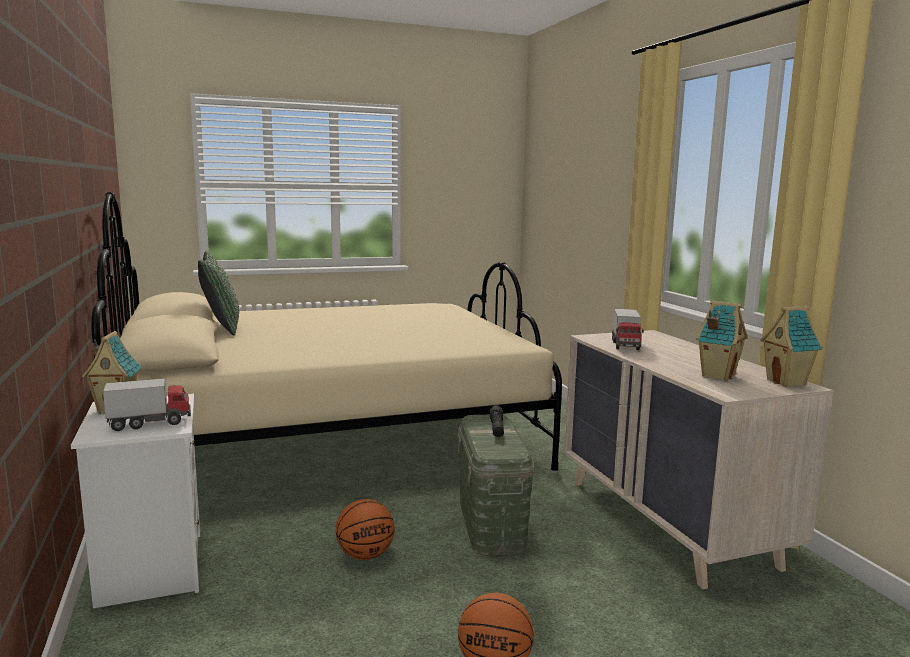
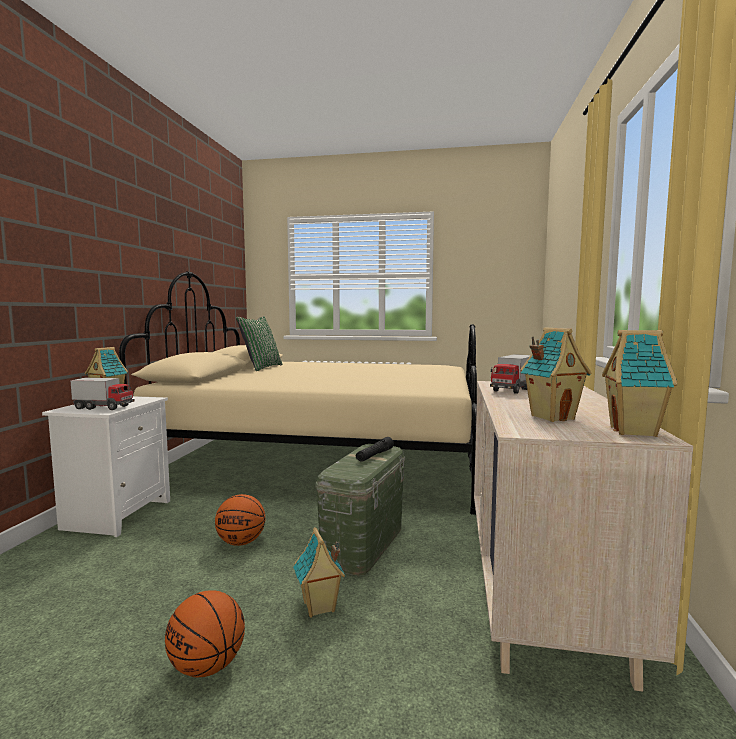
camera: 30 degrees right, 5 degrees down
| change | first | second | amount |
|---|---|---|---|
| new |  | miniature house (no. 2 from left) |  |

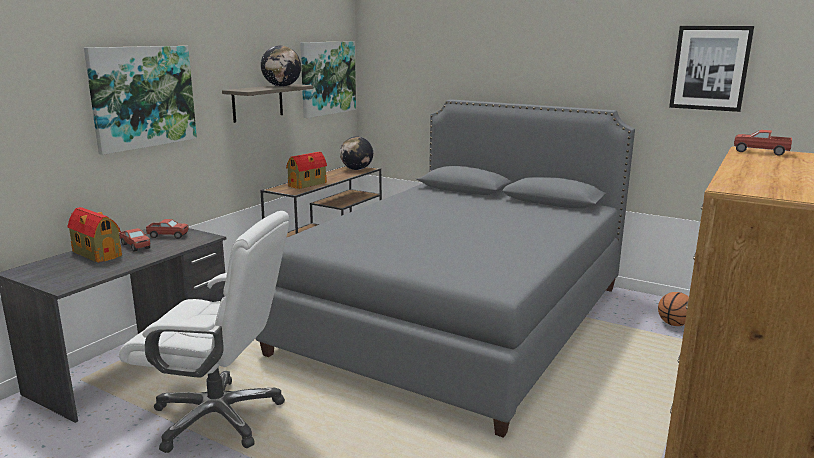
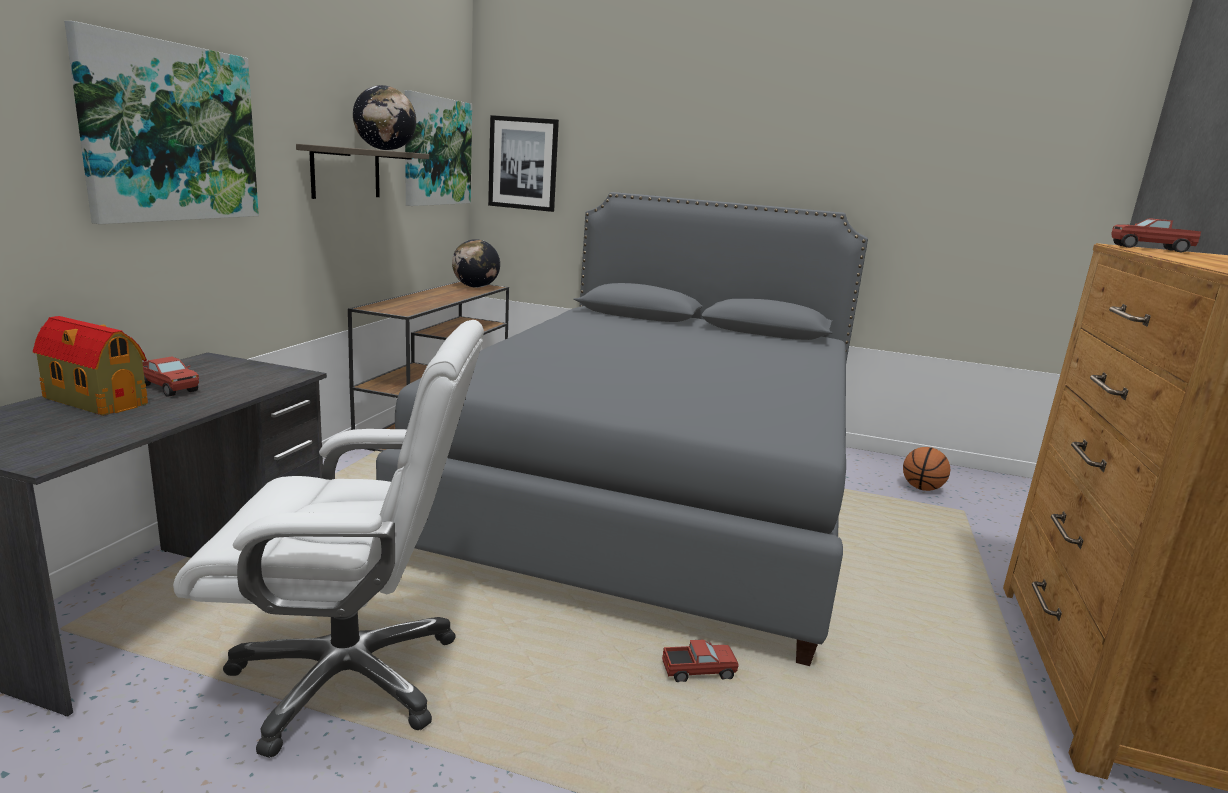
camera: 15 degrees left, 0 degrees up
| change | first | second | amount |
|---|---|---|---|
| shifted | wall art (no. 3 from left) |  |  |
| shifted | toy lorry (no. 2 from left) |  |  |
| gone | miniature house (no. 2 from left) |  |  |

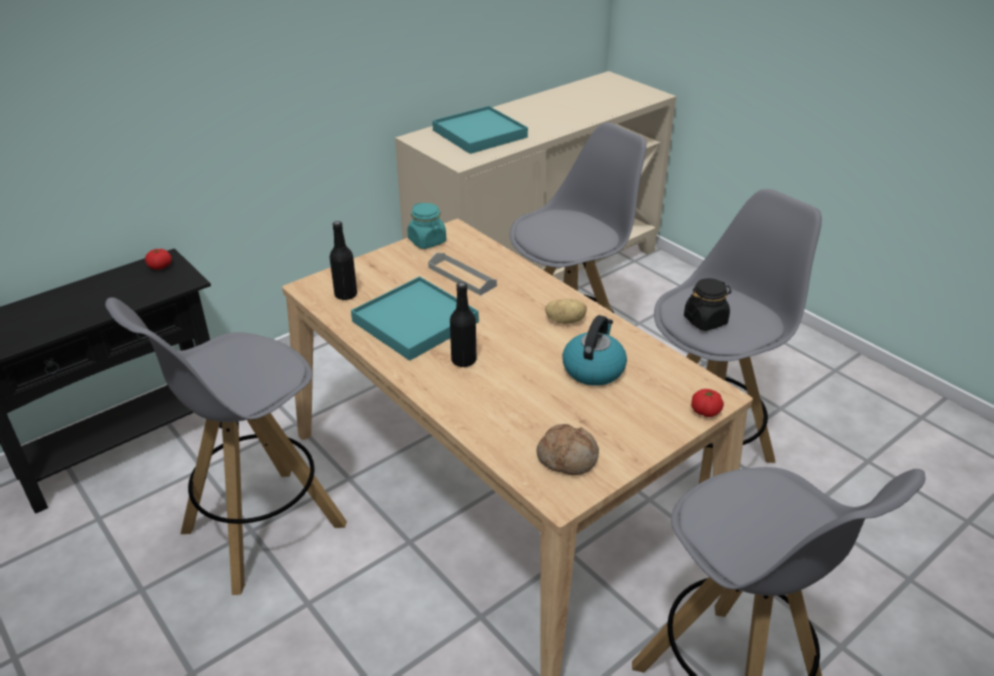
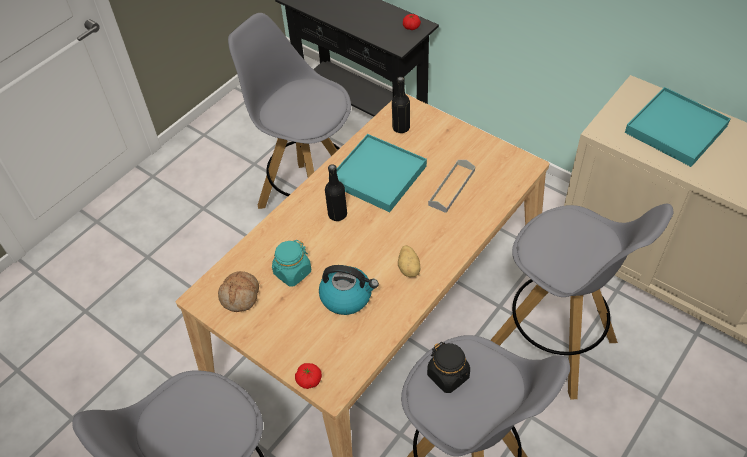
camera: 80 degrees right, 15 degrees up
| change | first | second | amount |
|---|---|---|---|
| shifted | turquoise-coloured storage jar |  |  |

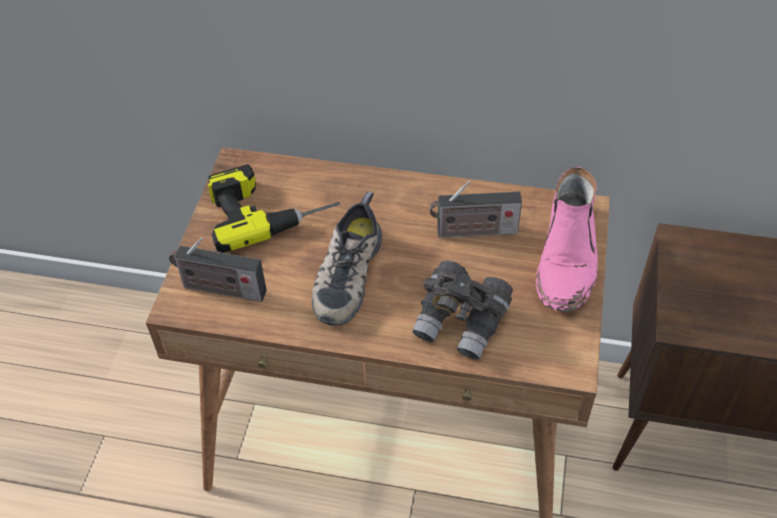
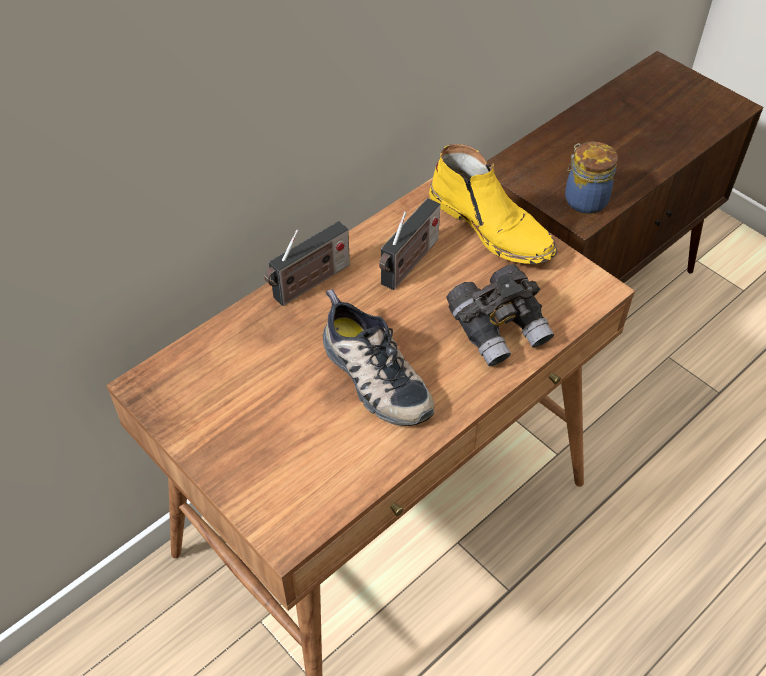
camera: 55 degrees left, 0 degrees up
| change | first | second | amount |
|---|---|---|---|
| shifted | radio (no. 1 from left) |  |  |
| repainted | pink-coloured boot | yellowish boot |  |
| new |  | storage jar |  |
| gone | electric drill |  |  |

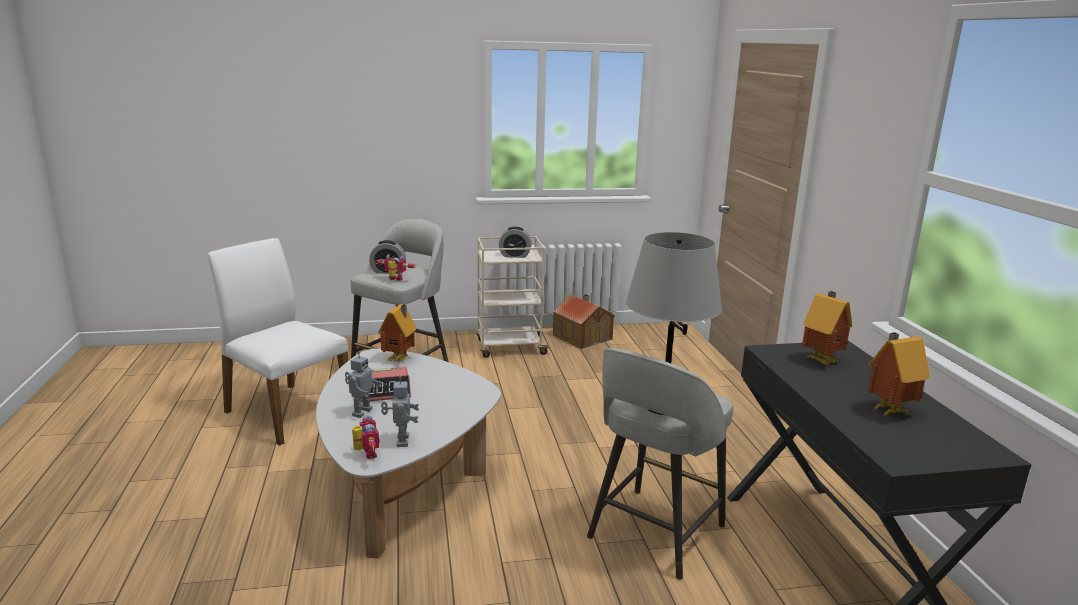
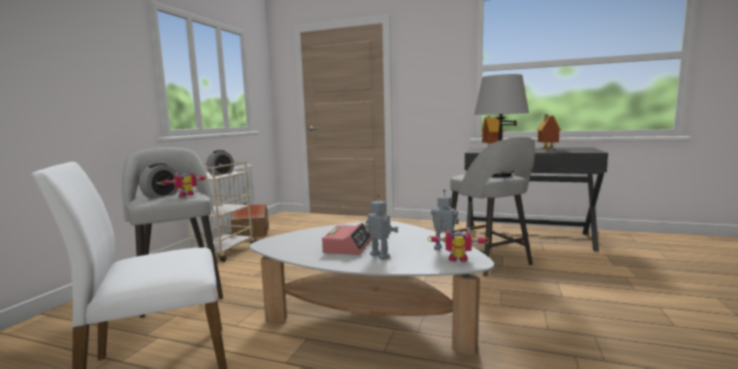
camera: 60 degrees left, 10 degrees down
| change | first | second | amount |
|---|---|---|---|
| gone | miniature house (no. 1 from left) |  |  |

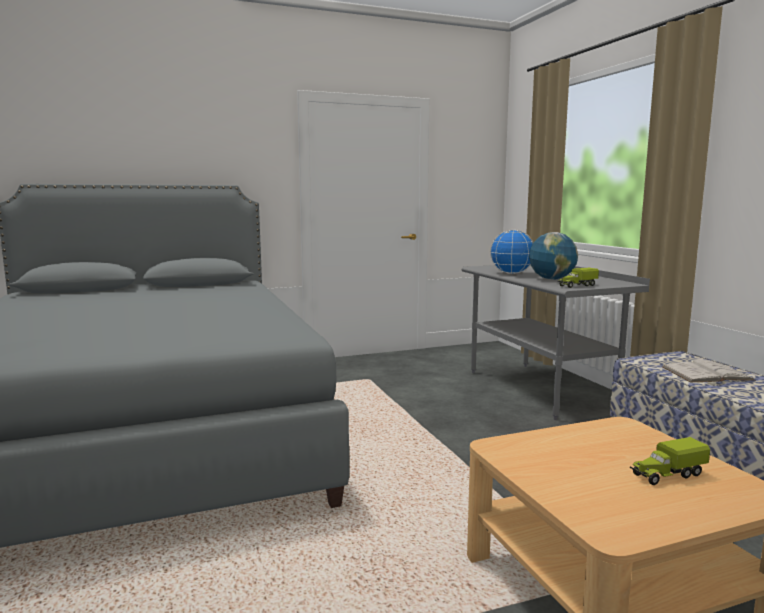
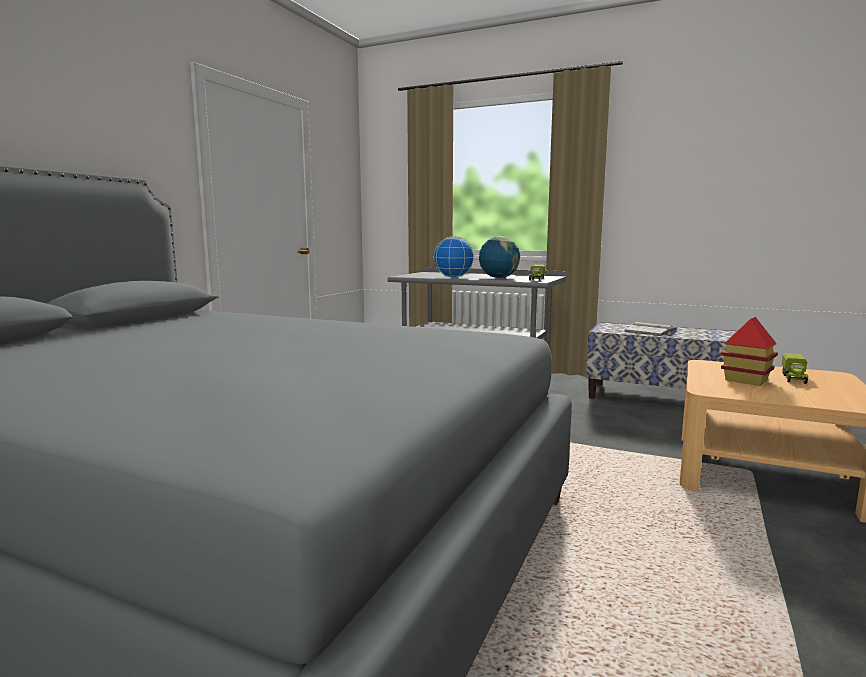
camera: 45 degrees left, 0 degrees up
| change | first | second | amount |
|---|---|---|---|
| new |  | miniature house |  |

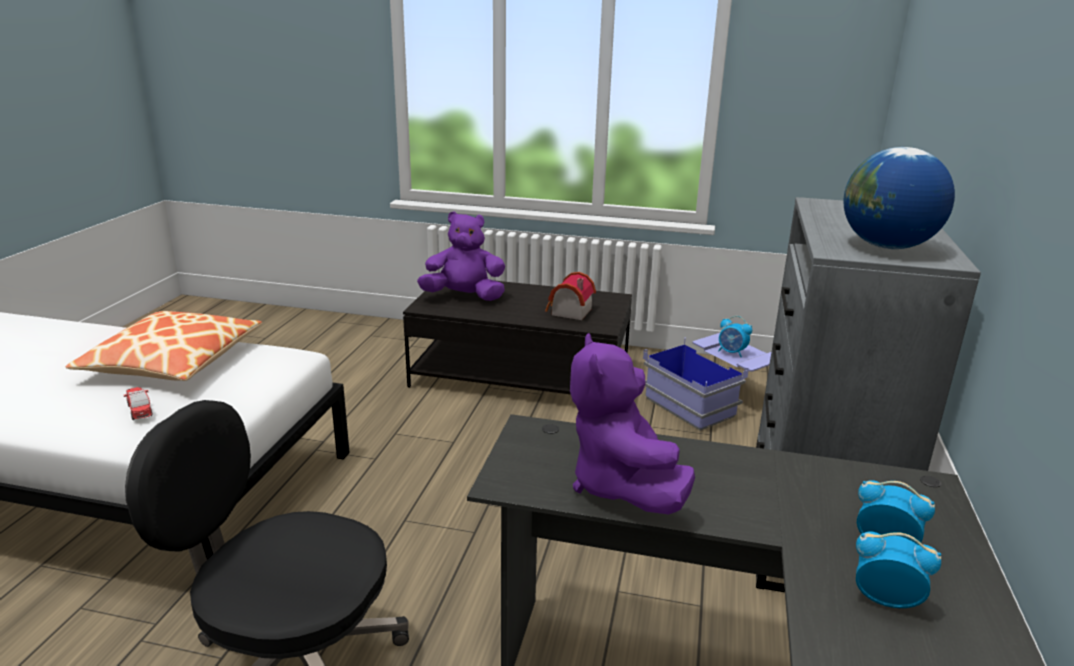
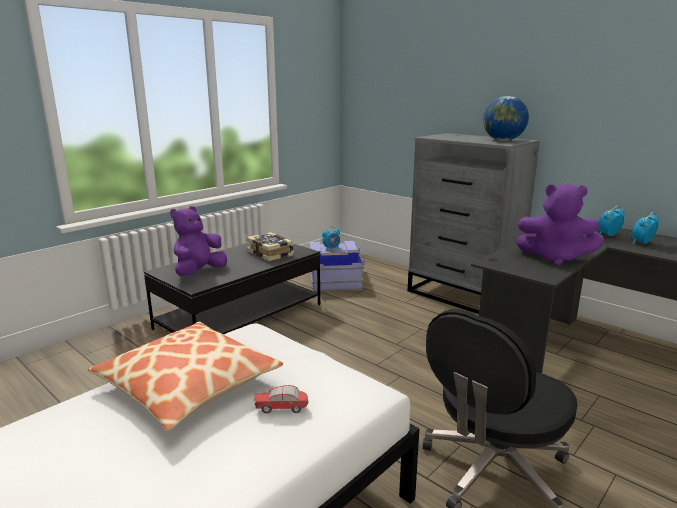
camera: 60 degrees left, 5 degrees down
| change | first | second | amount |
|---|---|---|---|
| swapped | miniature house | bound book |  |

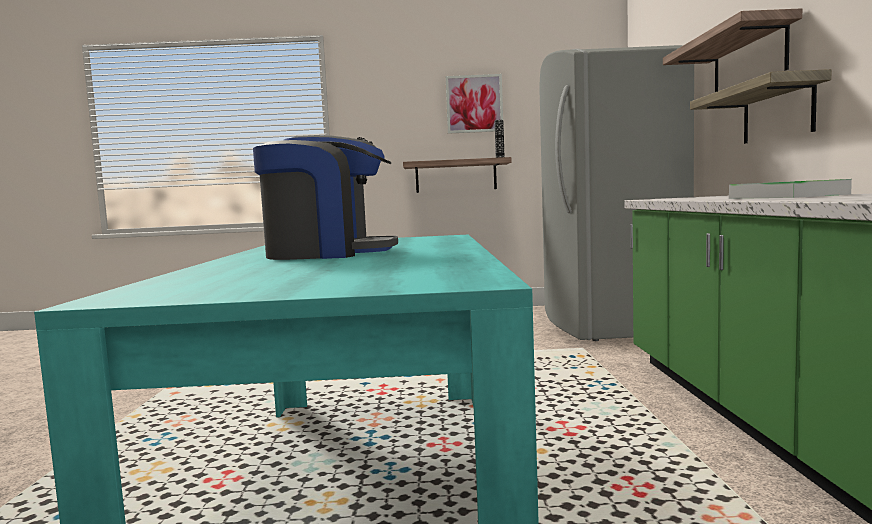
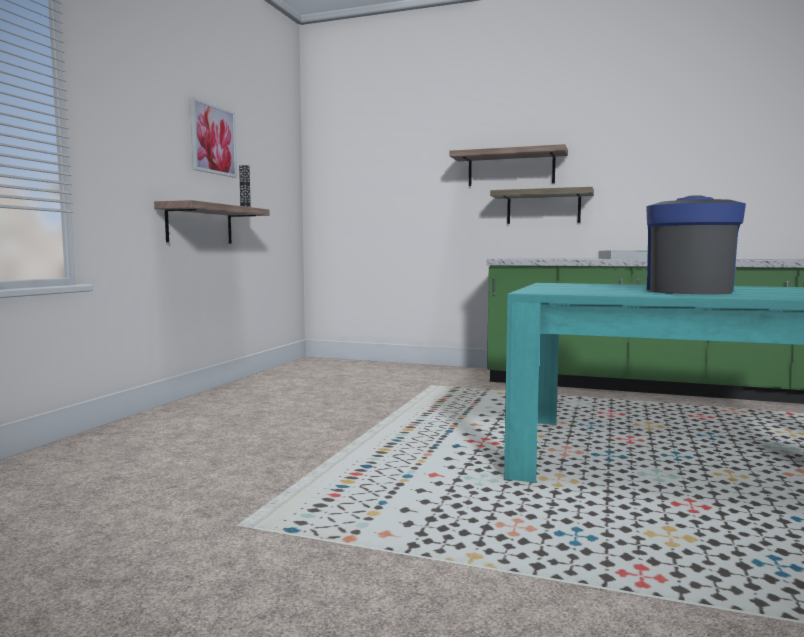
camera: 70 degrees left, 0 degrees up
| change | first | second | amount |
|---|---|---|---|
| gone | grey refrigerator |  |  |

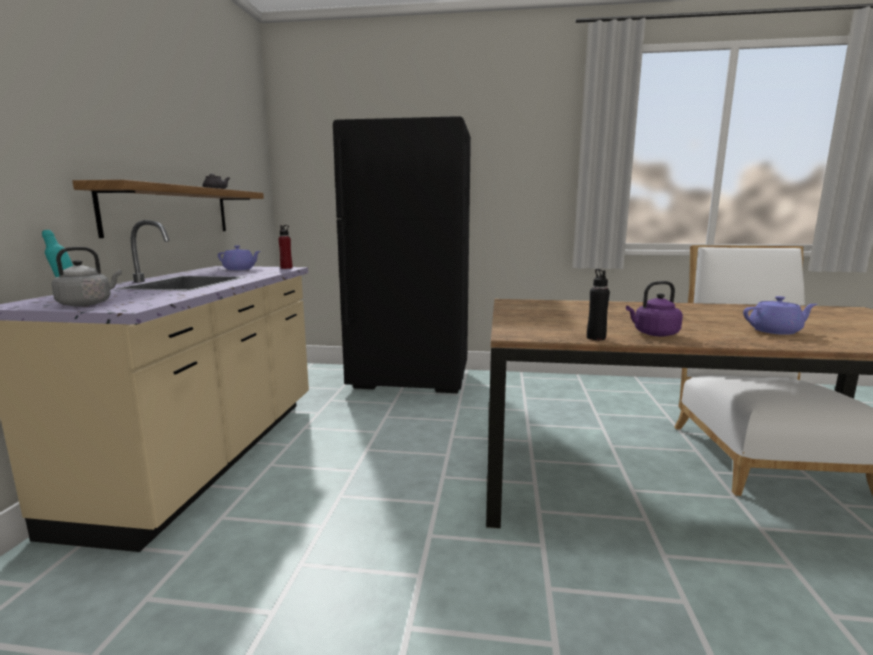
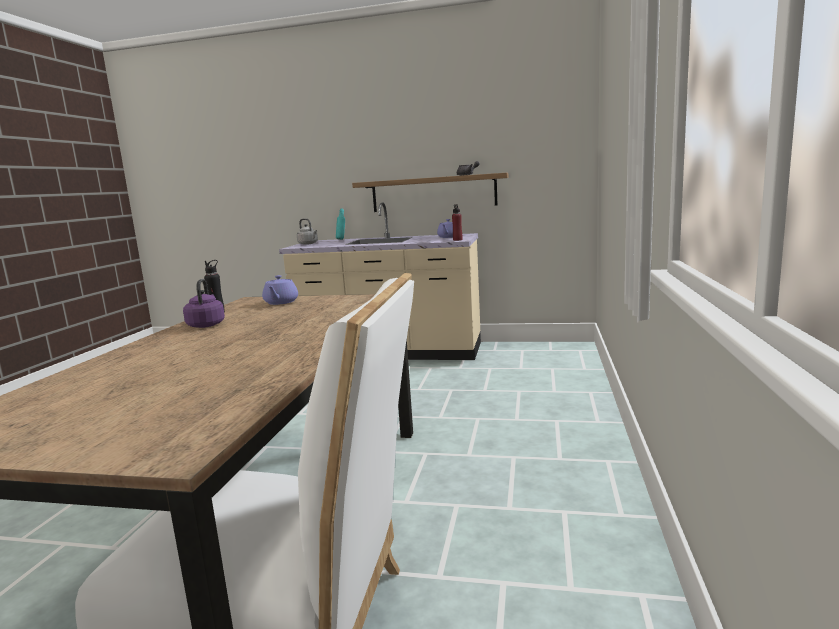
camera: 95 degrees right, 0 degrees up
| change | first | second | amount |
|---|---|---|---|
| shifted | purple-coloured pot for tea (no. 2 from left in the first image) | purple-coloured pot for tea (no. 1 from left) |  |
| gone | black-coloured refrigerator |  |  |

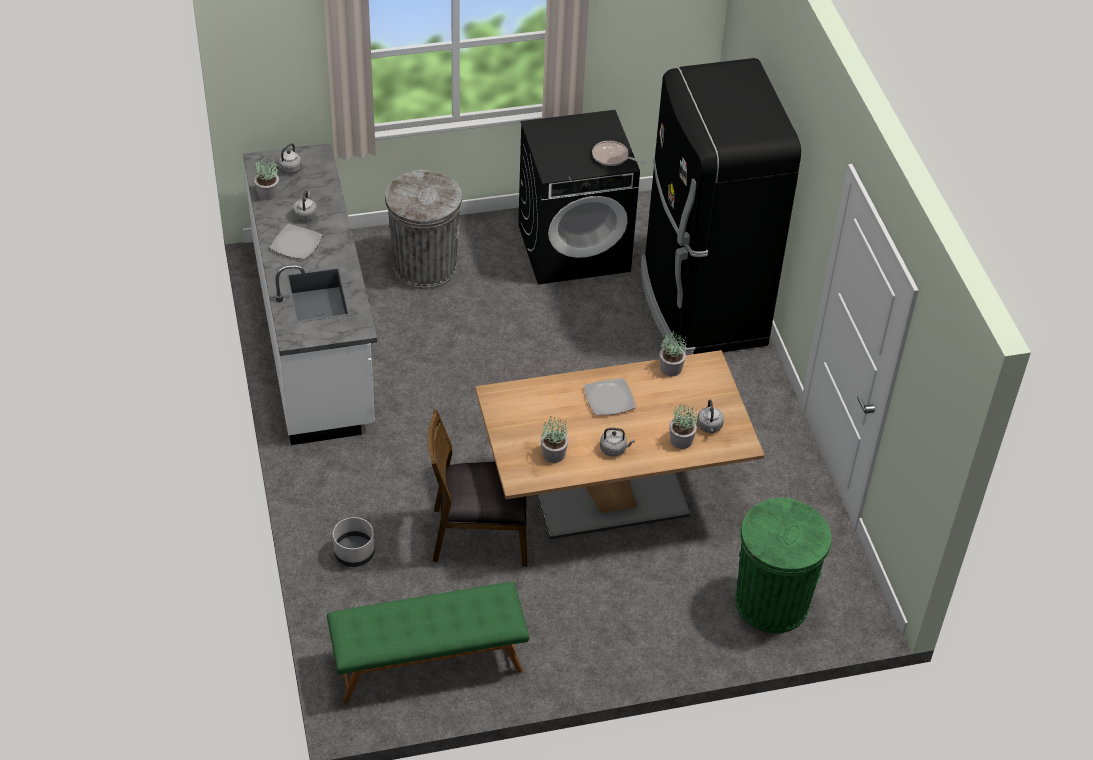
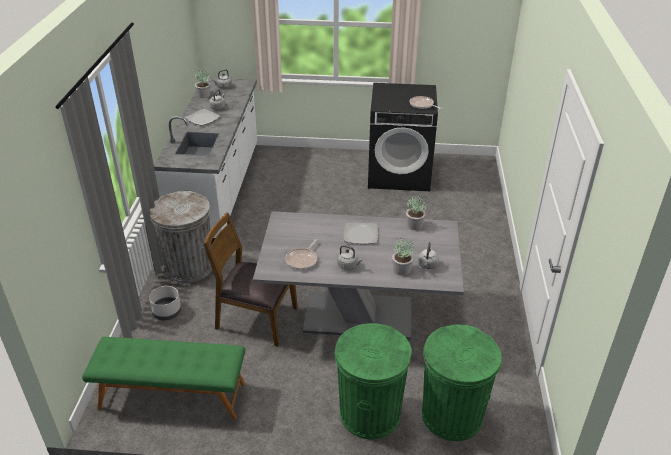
camera: 20 degrees right, 10 degrees down
| change | first | second | amount |
|---|---|---|---|
| shifted | grey rubbish bin |  |  |
| repainted | brown kitchen table | grey kitchen table |  |
| swapped | houseplant (no. 2 from left) | pan (no. 1 from left) |  |
| new |  | green rubbish bin (no. 1 from left) |  |
| gone | black-coloured refrigerator |  |  |

